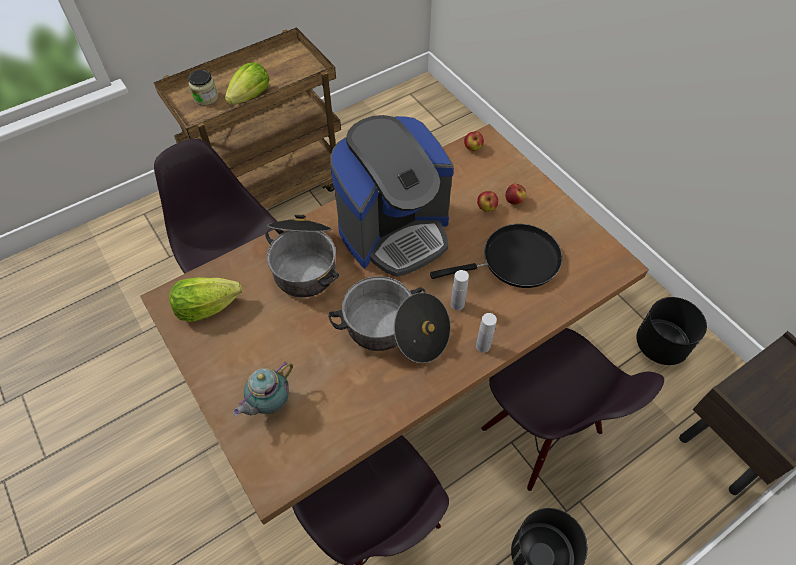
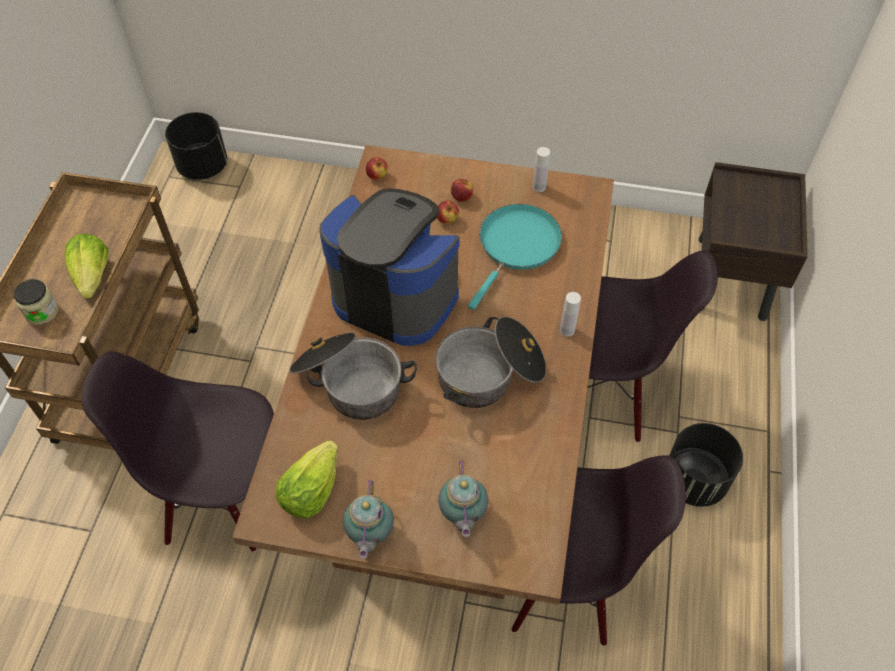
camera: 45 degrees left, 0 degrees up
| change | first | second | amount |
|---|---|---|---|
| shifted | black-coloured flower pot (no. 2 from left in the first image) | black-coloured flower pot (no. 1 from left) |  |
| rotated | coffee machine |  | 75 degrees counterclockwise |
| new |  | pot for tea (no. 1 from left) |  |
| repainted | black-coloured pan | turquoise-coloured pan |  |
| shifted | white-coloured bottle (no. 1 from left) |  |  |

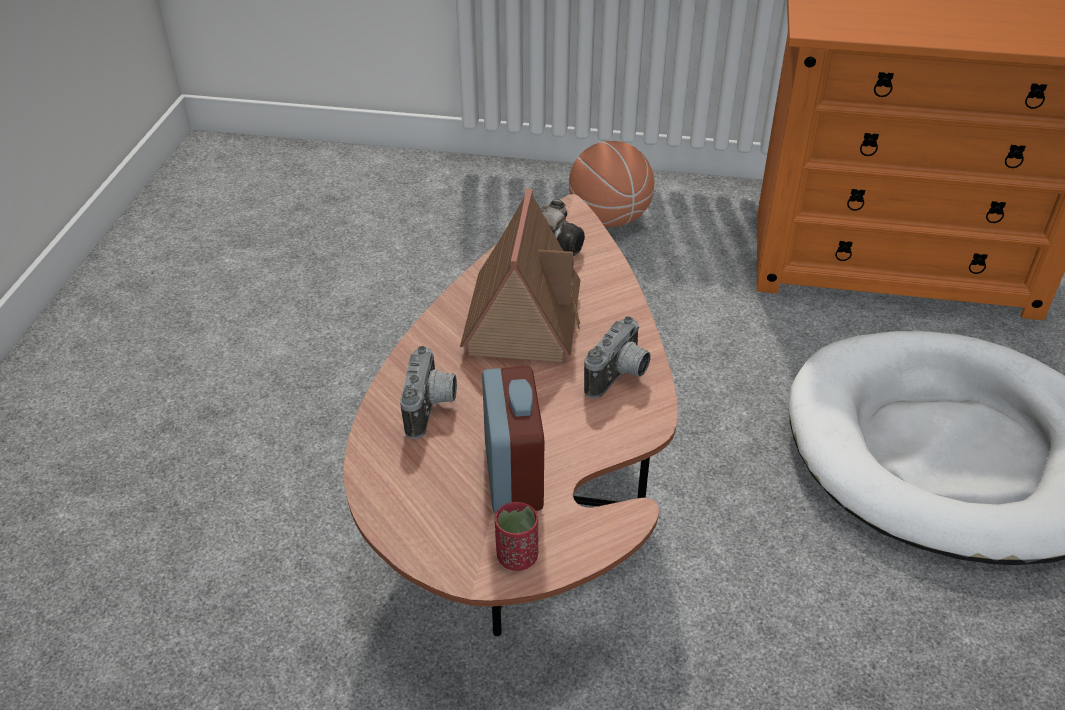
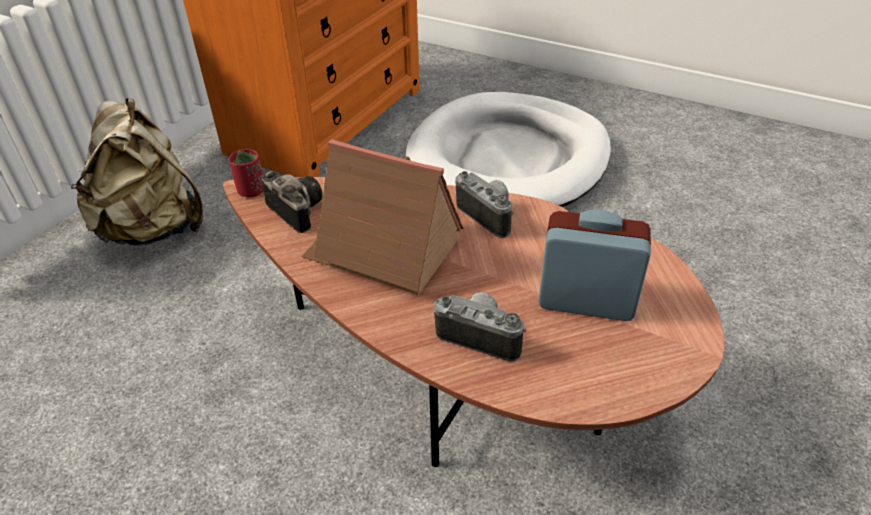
camera: 70 degrees left, 0 degrees up
| change | first | second | amount |
|---|---|---|---|
| swapped | basketball ball | beige rucksack |  |
| shifted | red-coloured drinking cup |  |  |

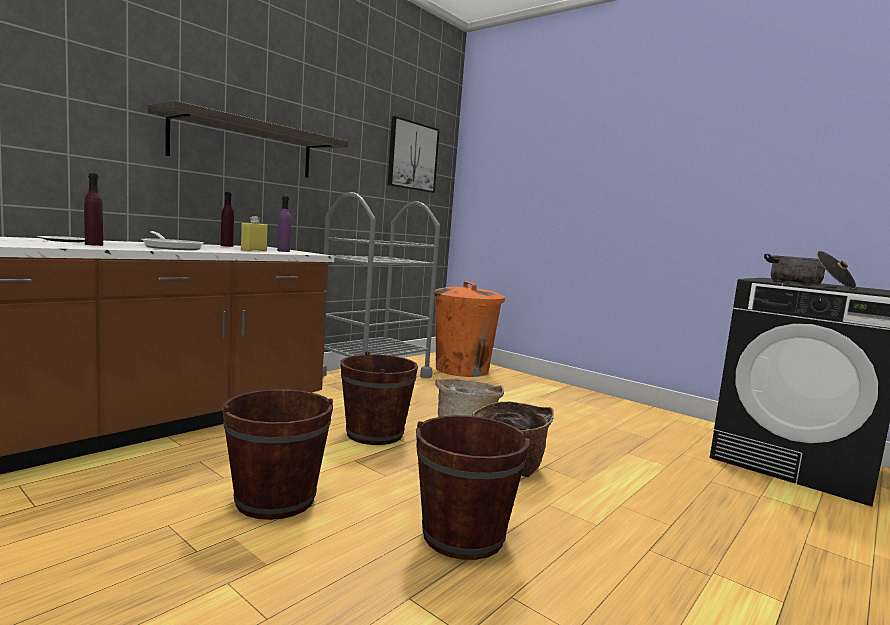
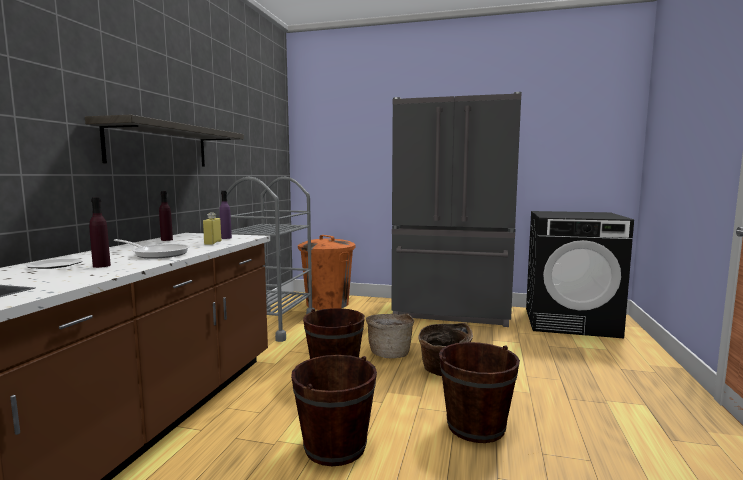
camera: 25 degrees left, 0 degrees up
| change | first | second | amount |
|---|---|---|---|
| new |  | grey refrigerator |  |
| gone | wall art |  |  |
| gone | saucepot |  |  |

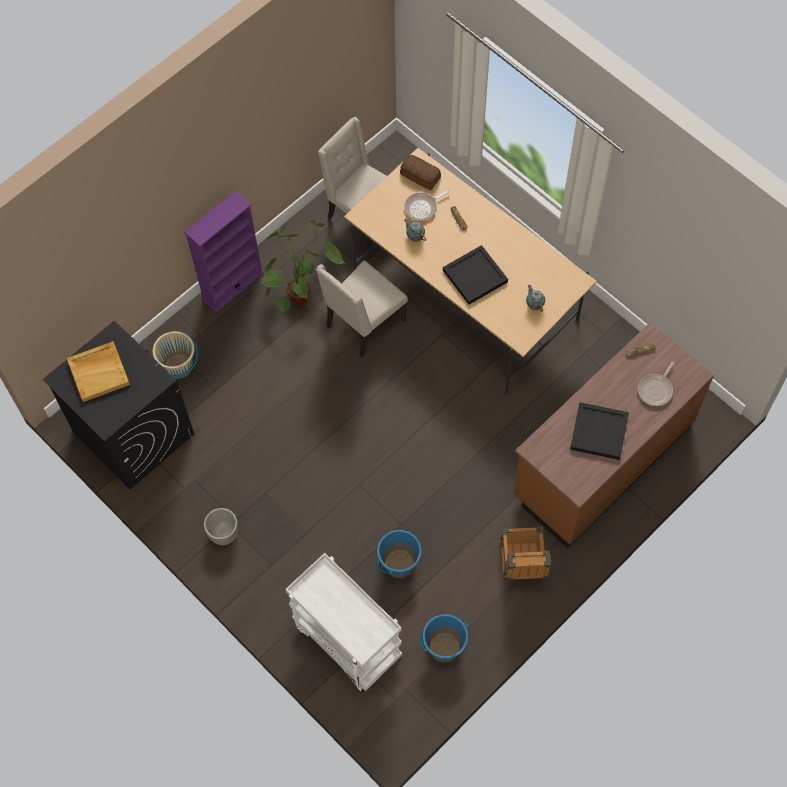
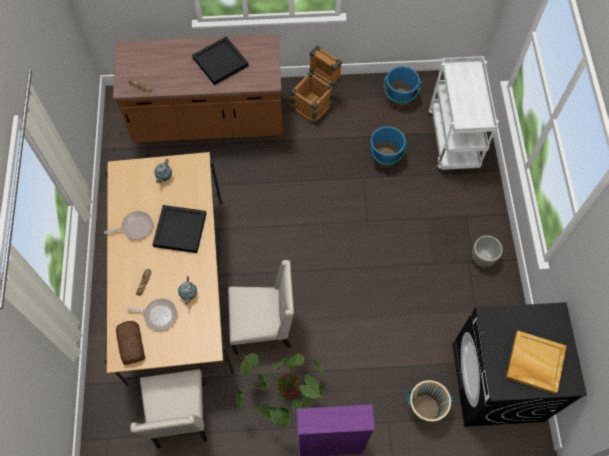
camera: 140 degrees left, 0 degrees up
| change | first | second | amount |
|---|---|---|---|
| shifted | pan (no. 2 from left in the first image) | pan (no. 1 from left) |  |

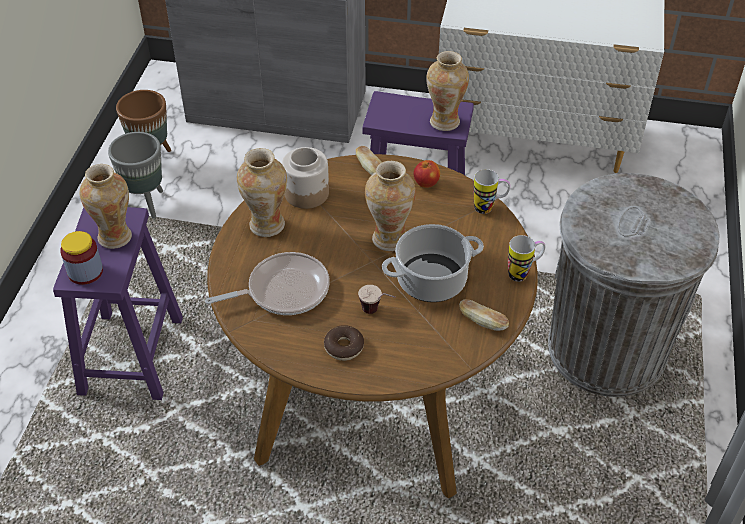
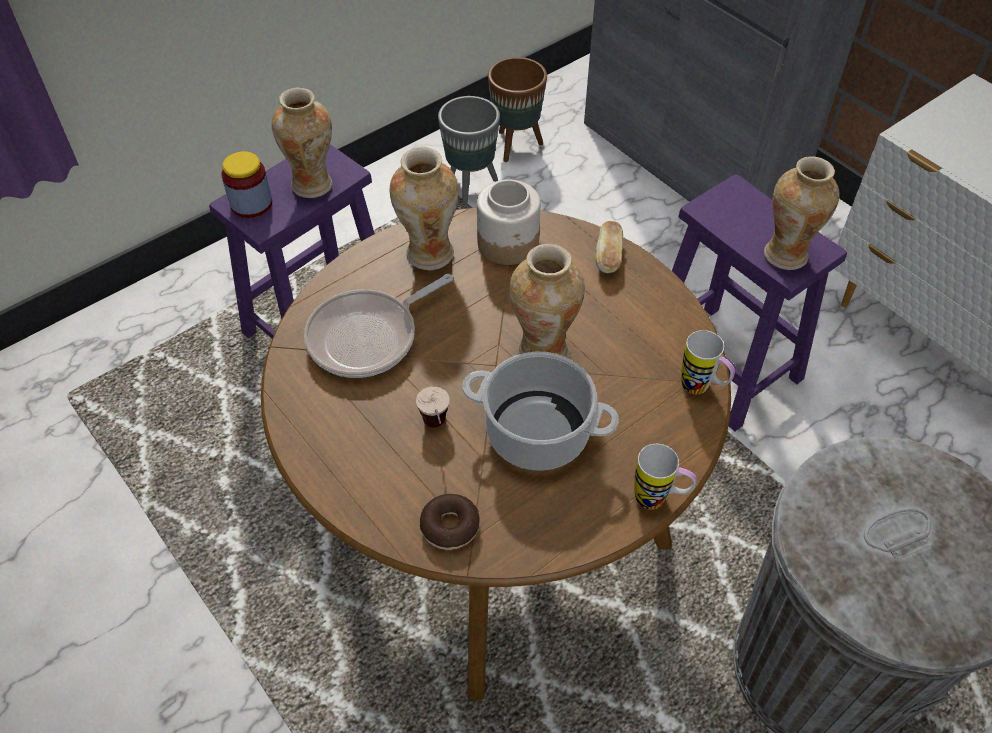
camera: 40 degrees right, 5 degrees up
| change | first | second | amount |
|---|---|---|---|
| rotated | pan |  | 120 degrees clockwise |
| shifted | donut |  |  |
| gone | apple |  |  |
| gone | bakery bread (no. 2 from left) |  |  |

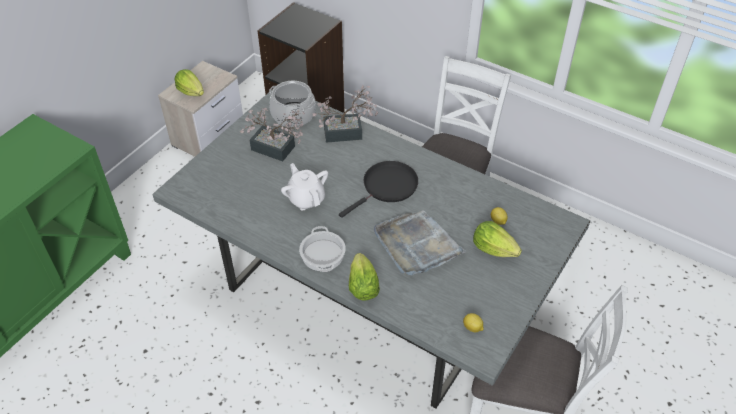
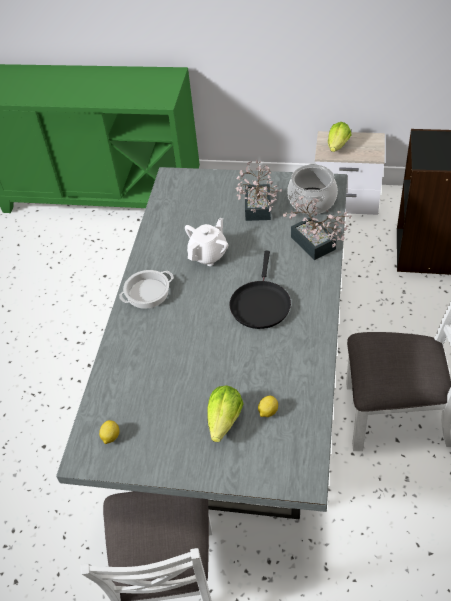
camera: 70 degrees right, 0 degrees up
| change | first | second | amount |
|---|---|---|---|
| rotated | black-coloured pan |  | 75 degrees clockwise |
| gone | lettuce head (no. 2 from left) |  |  |
| gone | grey serving tray |  |  |

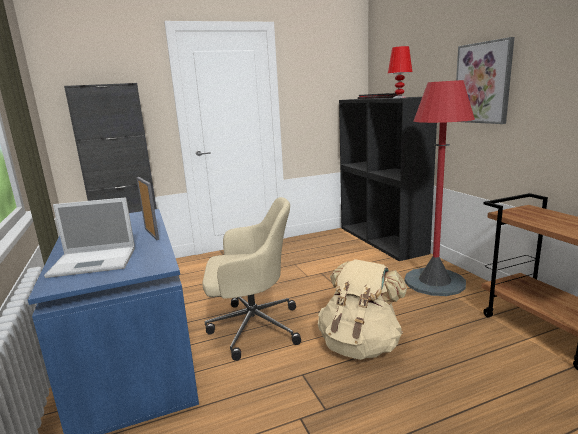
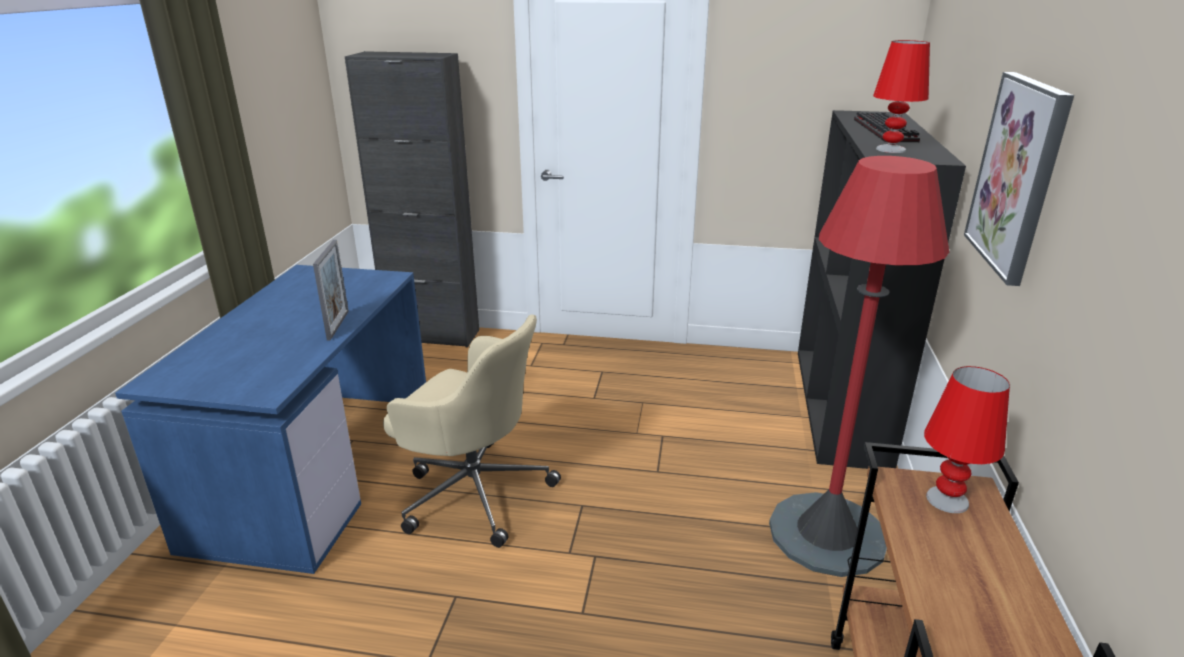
camera: 30 degrees right, 10 degrees up
| change | first | second | amount |
|---|---|---|---|
| new |  | red-coloured tabletop lamp (no. 2 from left) |  |
| gone | notebook computer |  |  |
| gone | beige rucksack |  |  |

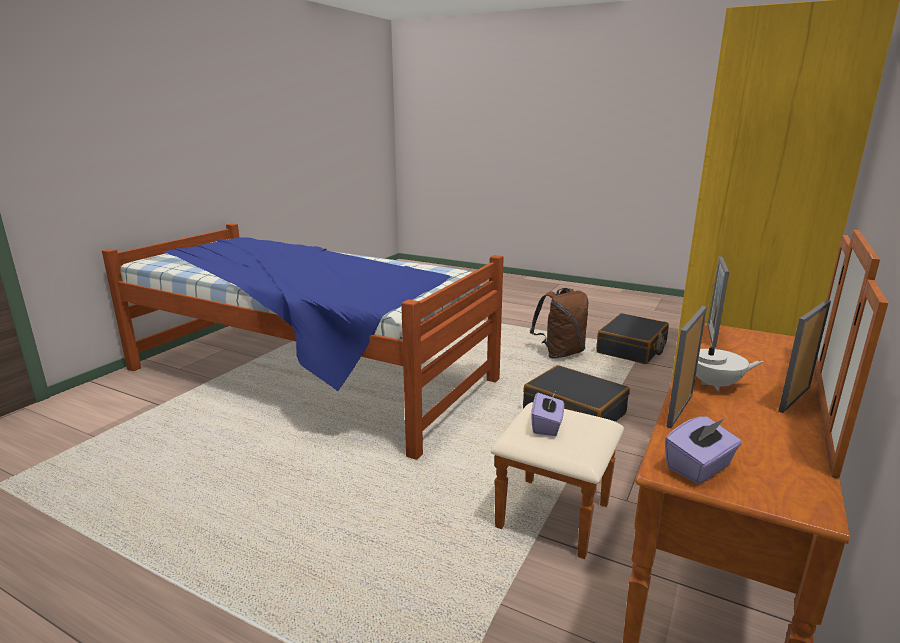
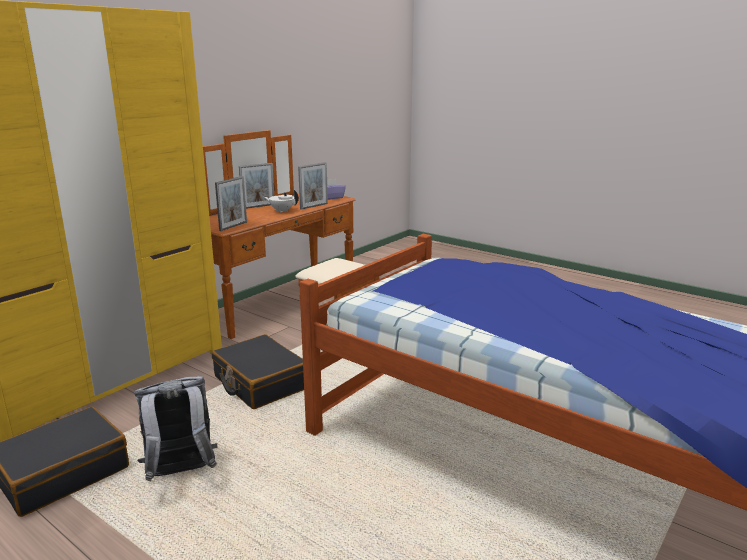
camera: 170 degrees left, 0 degrees up
| change | first | second | amount |
|---|---|---|---|
| repainted | brown rucksack | grey rucksack |  |
| gone | purple-coloured tissue box (no. 1 from left) |  |  |

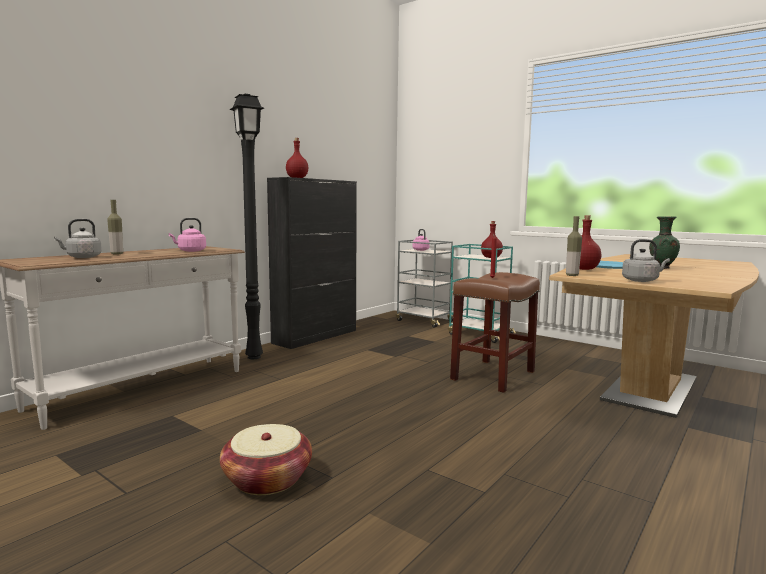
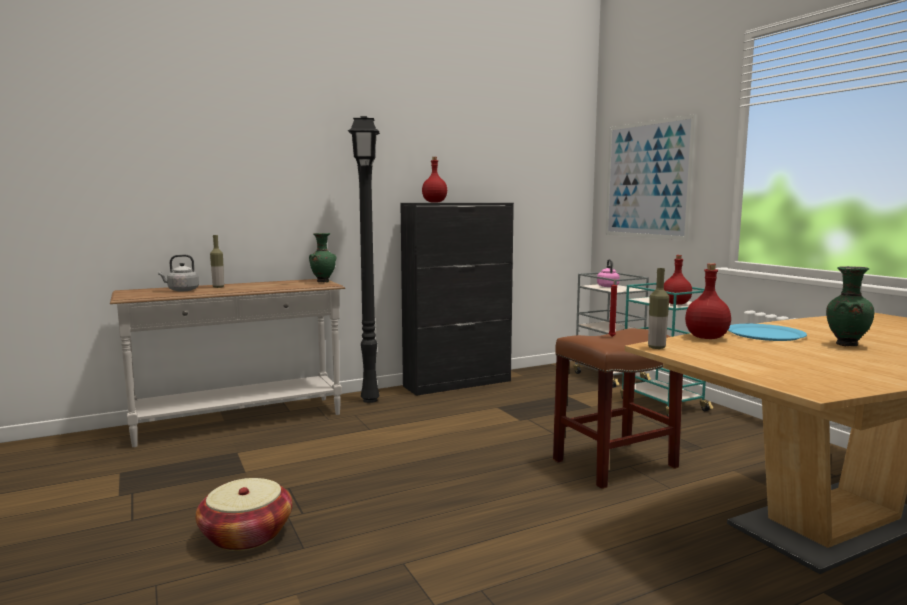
camera: 25 degrees right, 0 degrees up
| change | first | second | amount |
|---|---|---|---|
| new |  | green vase (no. 1 from left) |  |
| new |  | wall art |  |
| gone | pink-coloured tea kettle (no. 1 from left) |  |  |
| gone | grey tea kettle (no. 2 from left) |  |  |

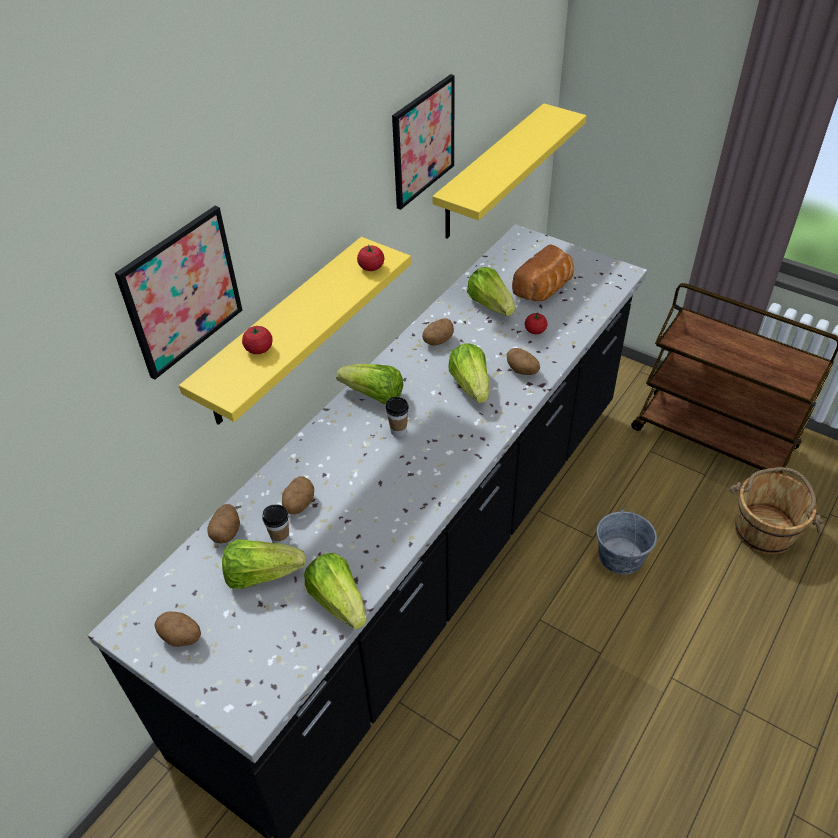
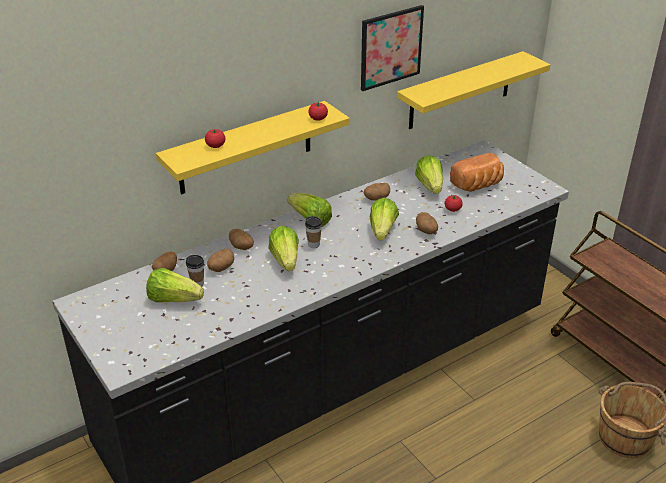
camera: 20 degrees right, 10 degrees down
| change | first | second | amount |
|---|---|---|---|
| shifted | whole potato (no. 1 from left in the first image) | whole potato (no. 3 from left) |  |
| shifted | lettuce head (no. 2 from left) |  |  |
| gone | wall art (no. 1 from left) |  |  |
| gone | grey water bucket |  |  |

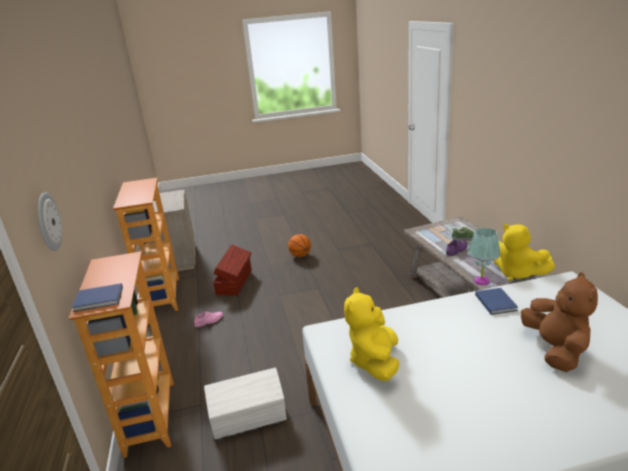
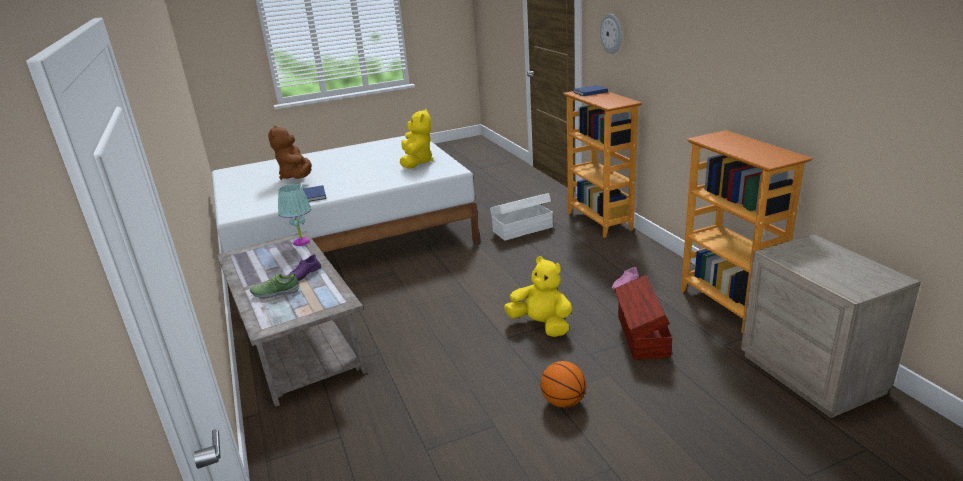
camera: 170 degrees right, 0 degrees up
| change | first | second | amount |
|---|---|---|---|
| shifted | yellowish cuddly toy (no. 2 from left) |  |  |

